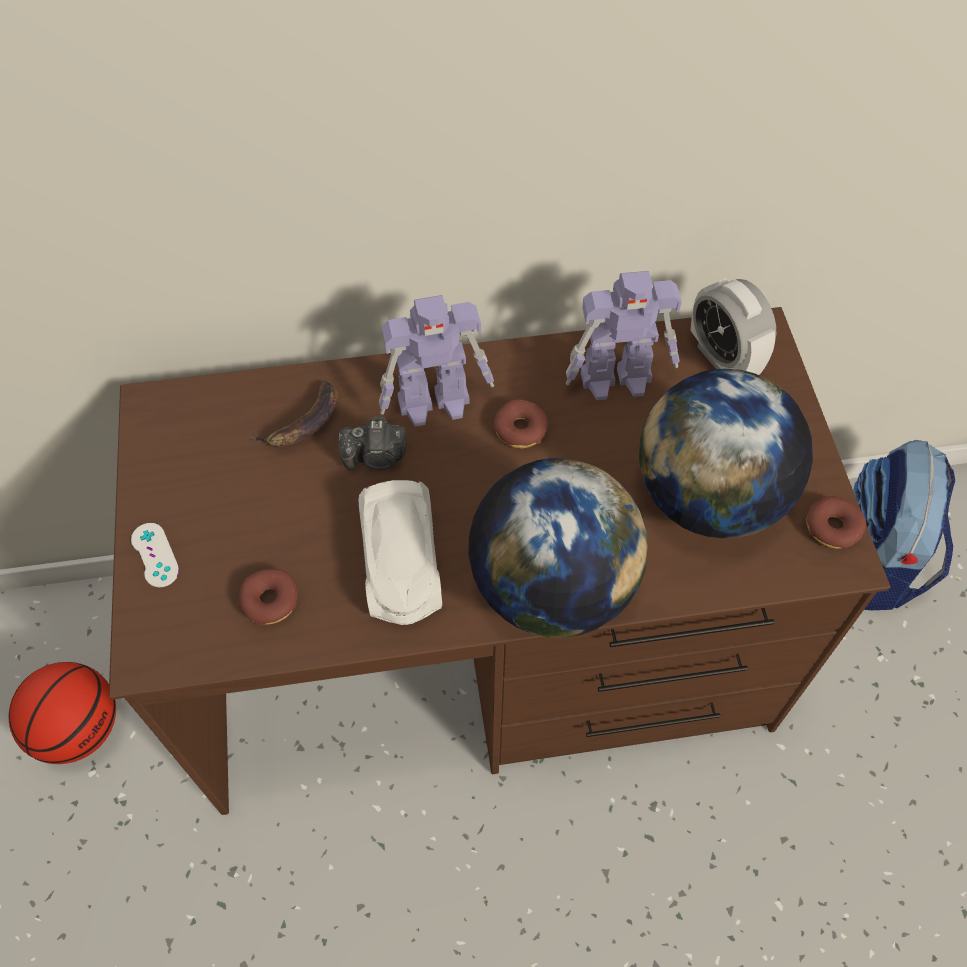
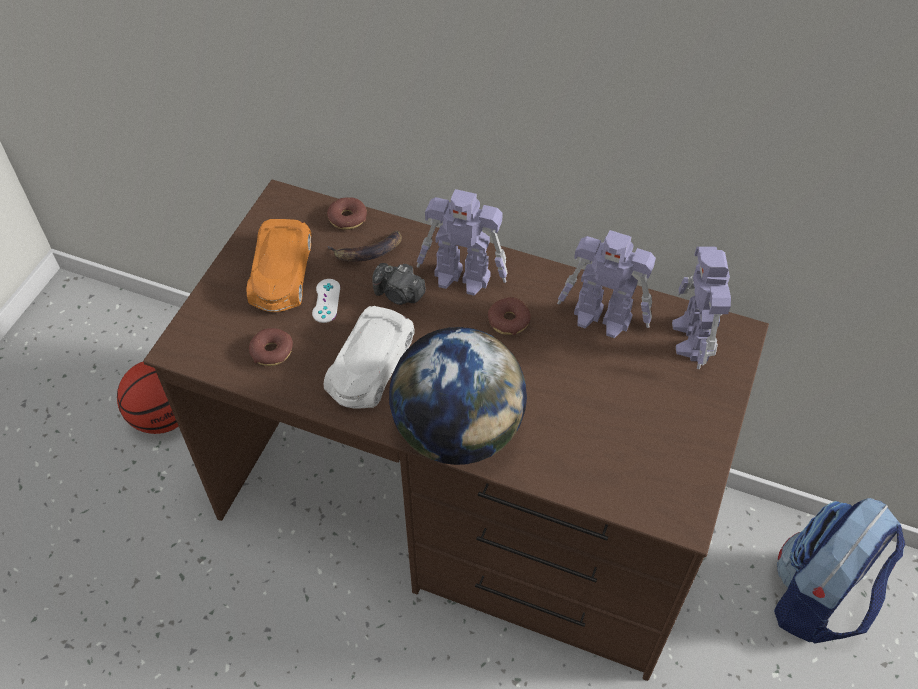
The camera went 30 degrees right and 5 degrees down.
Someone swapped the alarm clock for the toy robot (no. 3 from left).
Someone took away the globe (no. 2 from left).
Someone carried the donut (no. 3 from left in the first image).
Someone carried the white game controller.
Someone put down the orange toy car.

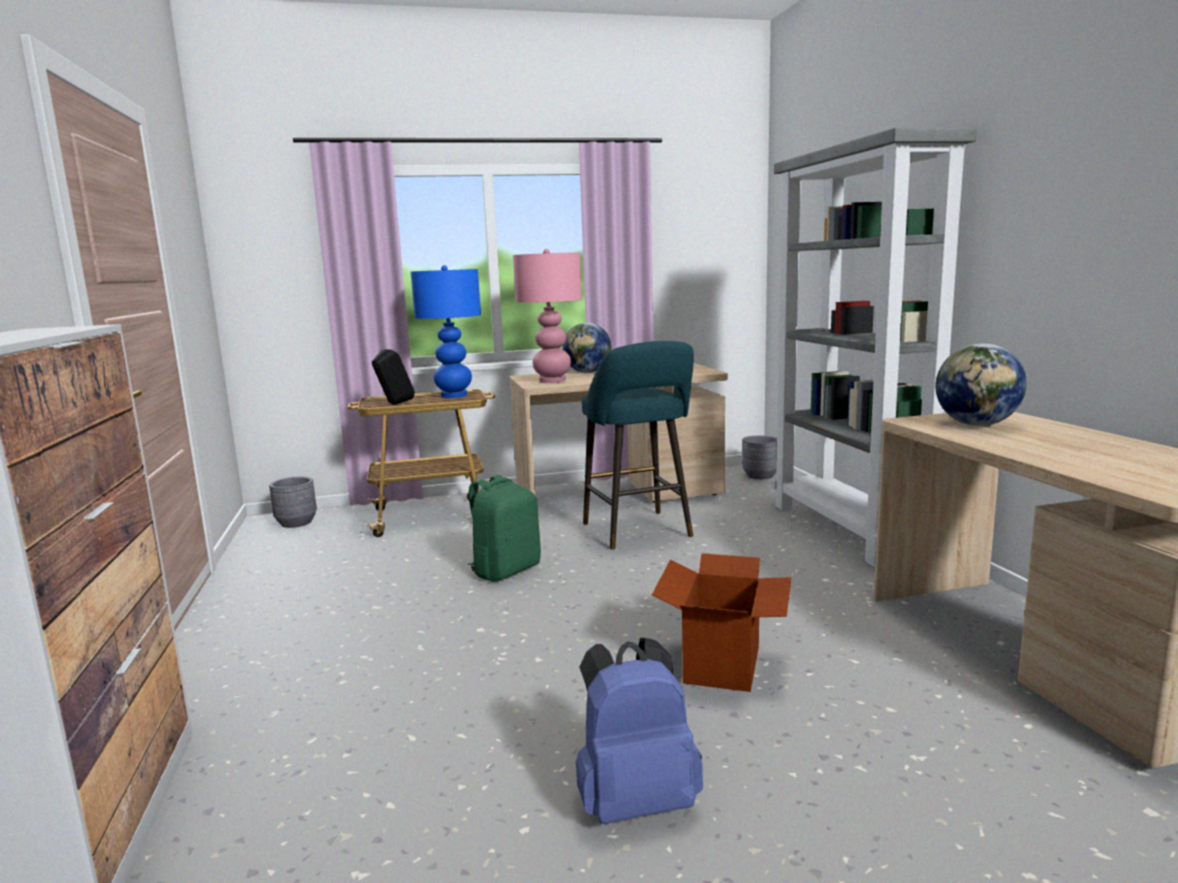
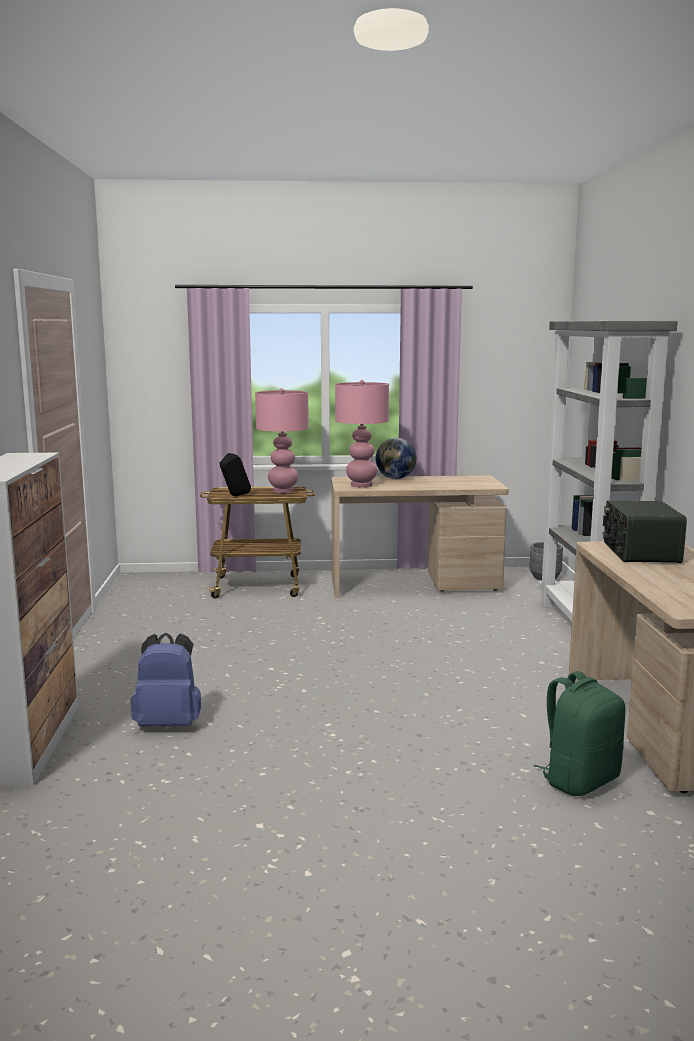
The camera went 10 degrees right and 0 degrees up.
Someone repainted the blue table lamp, which became the pink table lamp (no. 1 from left).
Someone took away the turquoise stool.
Someone swapped the globe (no. 2 from left) for the radio.
Someone carried the green backpack.
Someone took away the grey planter (no. 1 from left).
Someone took away the cardboard box.
Someone carried the blue backpack.

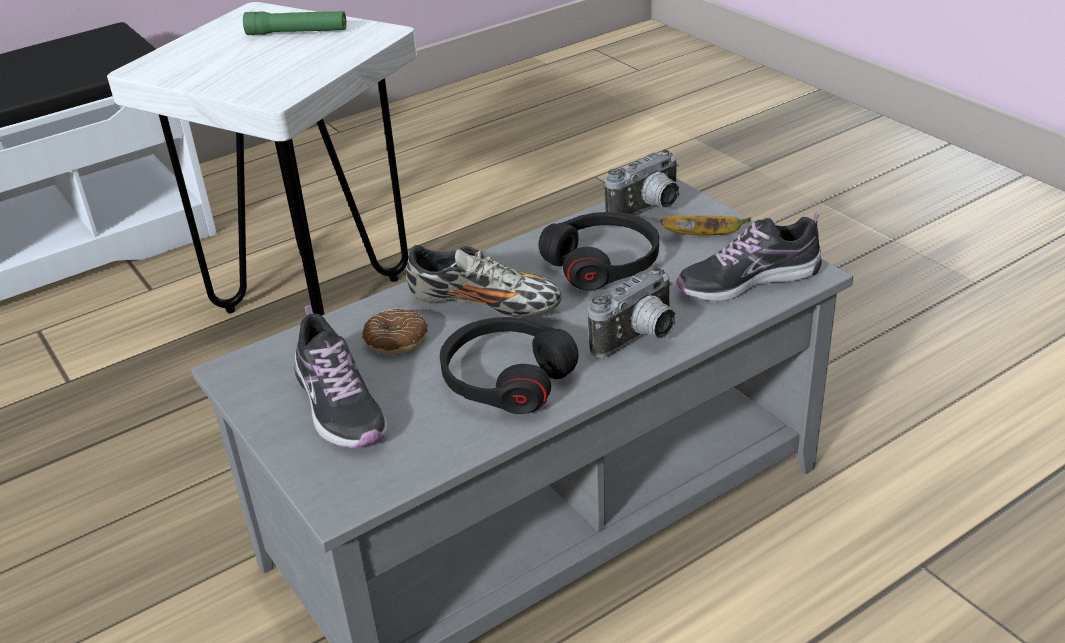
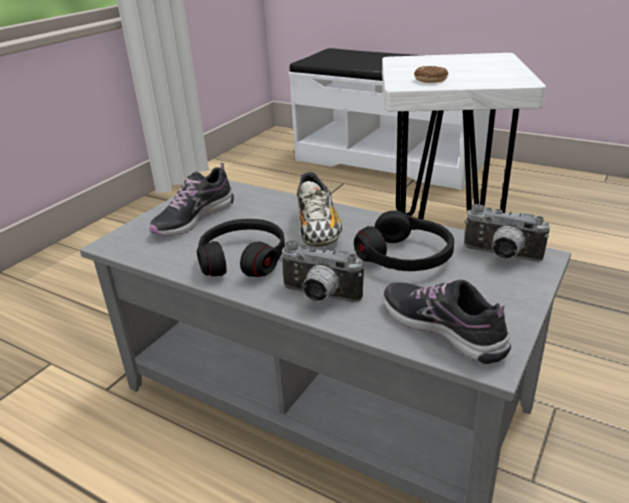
The camera went 65 degrees right and 5 degrees down.
Someone took away the green flashlight.
Someone took away the banana.
Someone carried the donut.

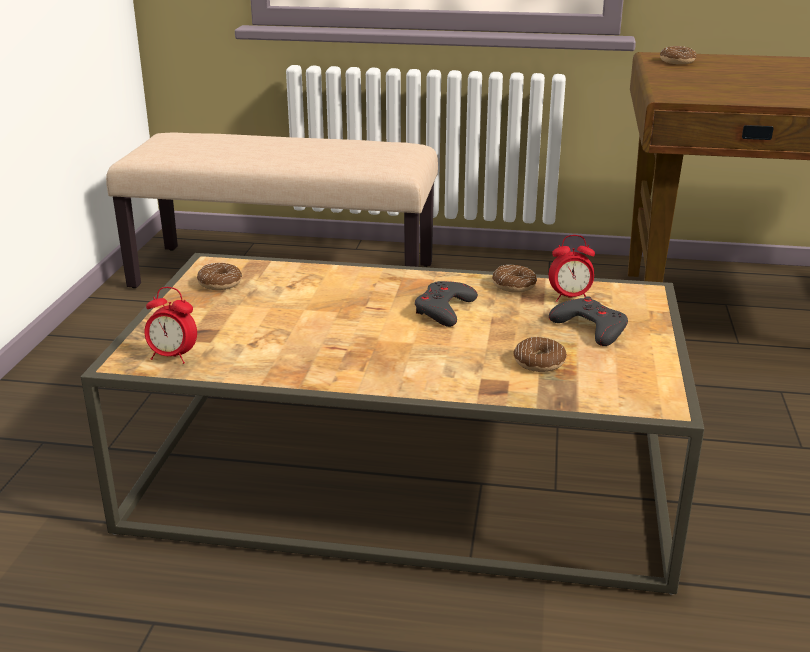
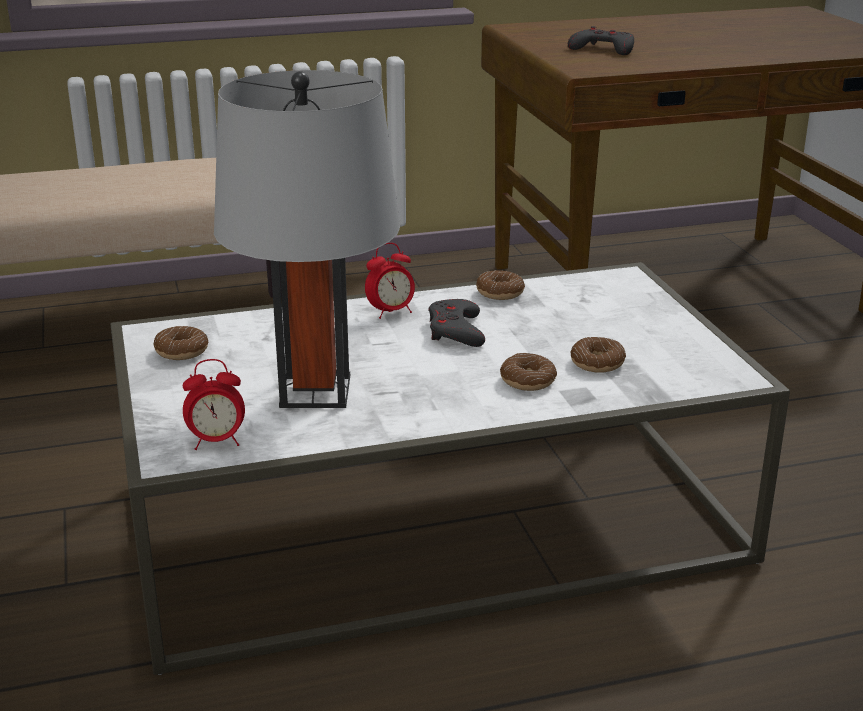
The camera went 25 degrees left and 0 degrees up.
Someone carried the donut (no. 4 from left in the first image).
Someone carried the alarm clock (no. 2 from left).
Someone repainted the brown coffee table, which became the white coffee table.
Someone carried the grey game controller (no. 2 from left).
Someone put down the grey table lamp.

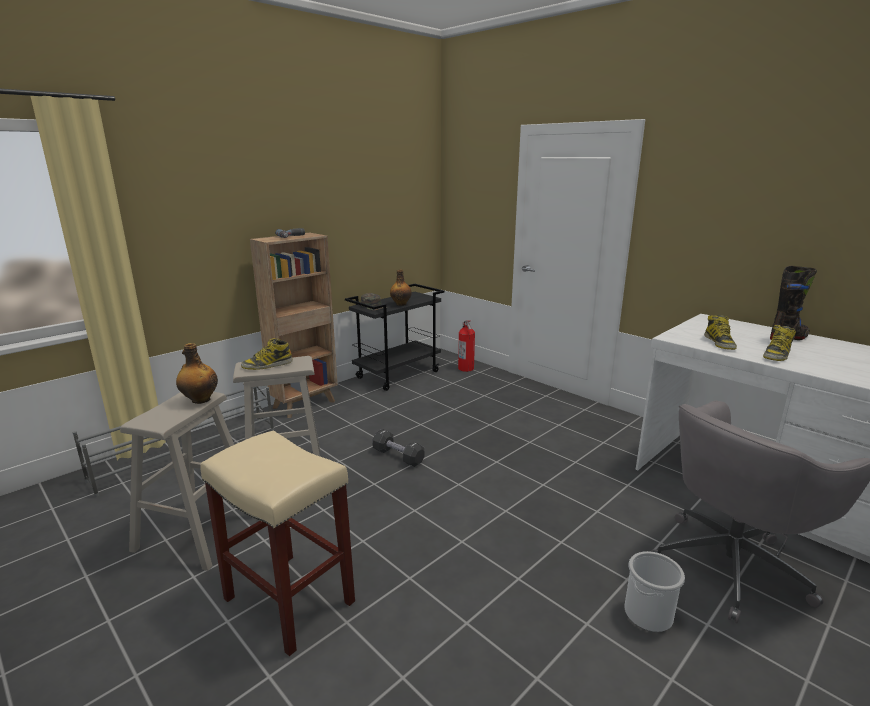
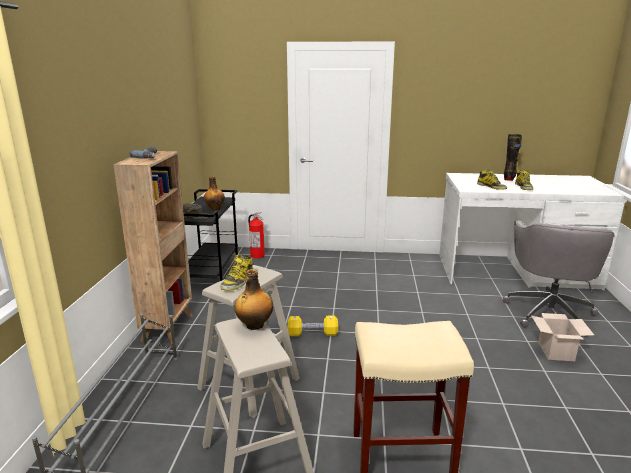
The camera went 40 degrees left and 0 degrees up.
Someone repainted the black dumbbell, which became the yellow dumbbell.
Someone swapped the bucket for the cardboard box.

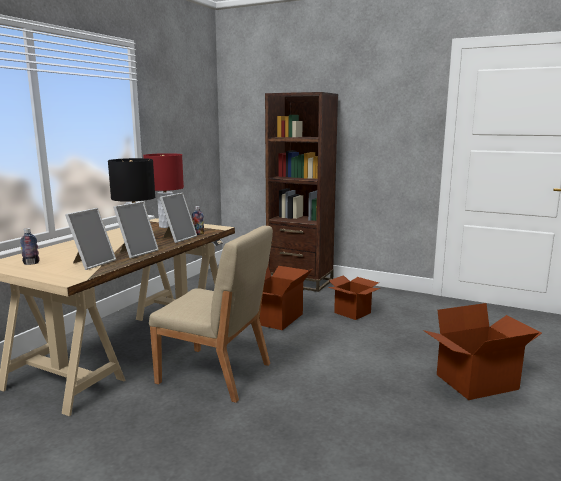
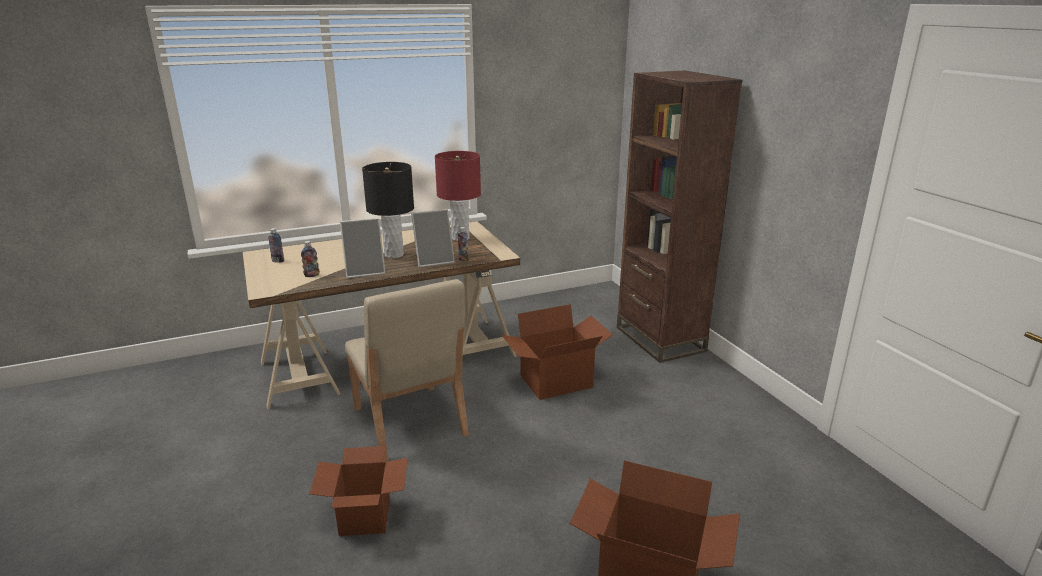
The camera went 40 degrees right and 10 degrees up.
Someone swapped the picture frame (no. 1 from left) for the bottle (no. 2 from left).
Someone carried the cardboard box (no. 2 from left in the first image).

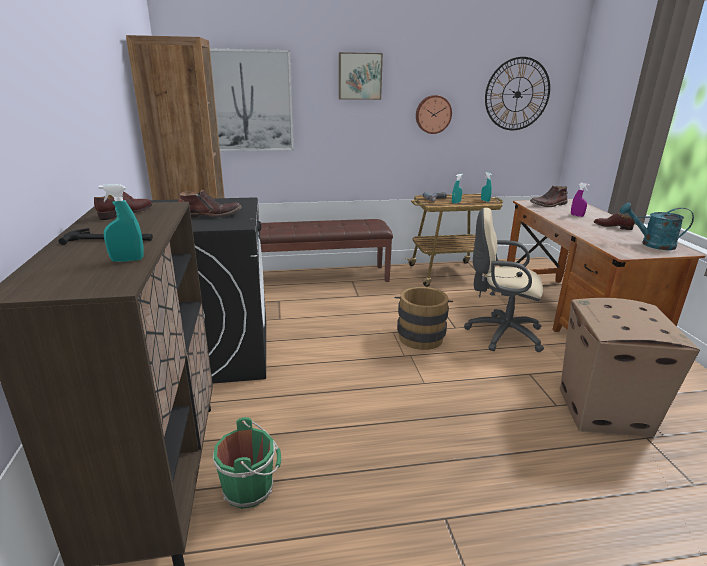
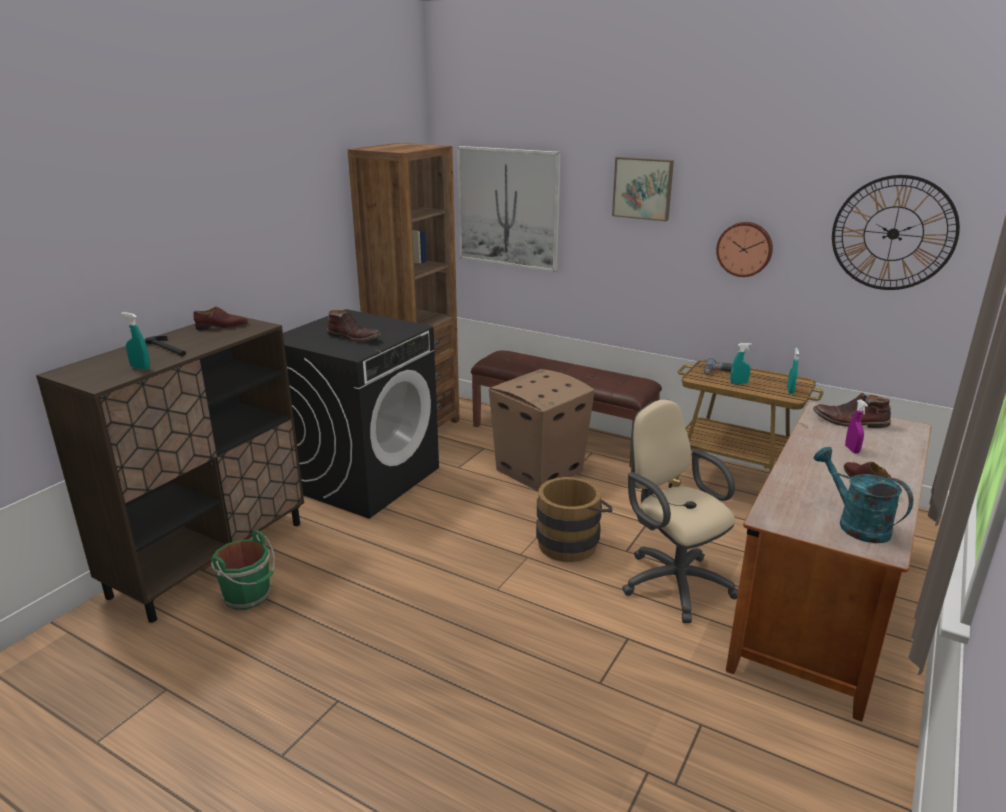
The camera went 40 degrees right and 0 degrees up.
Someone carried the cardboard box.

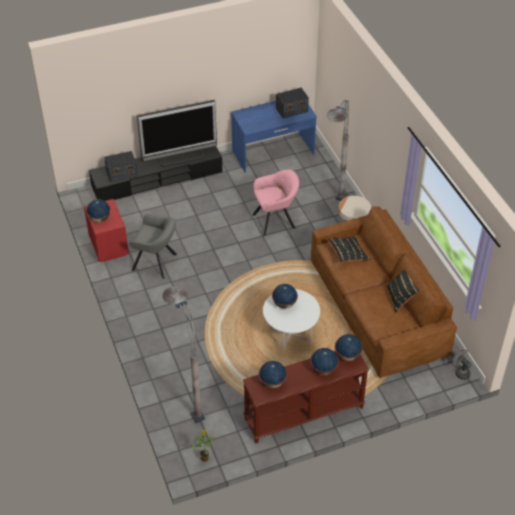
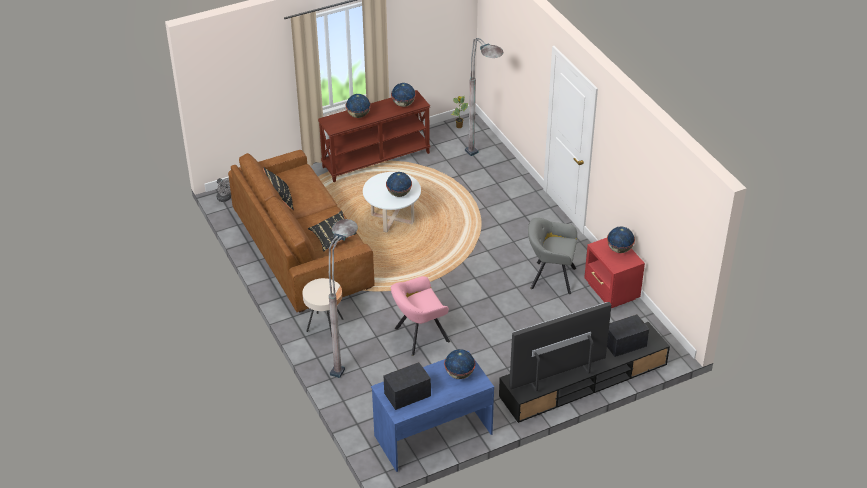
The camera went 175 degrees right and 5 degrees down.
Someone carried the globe (no. 5 from left in the first image).

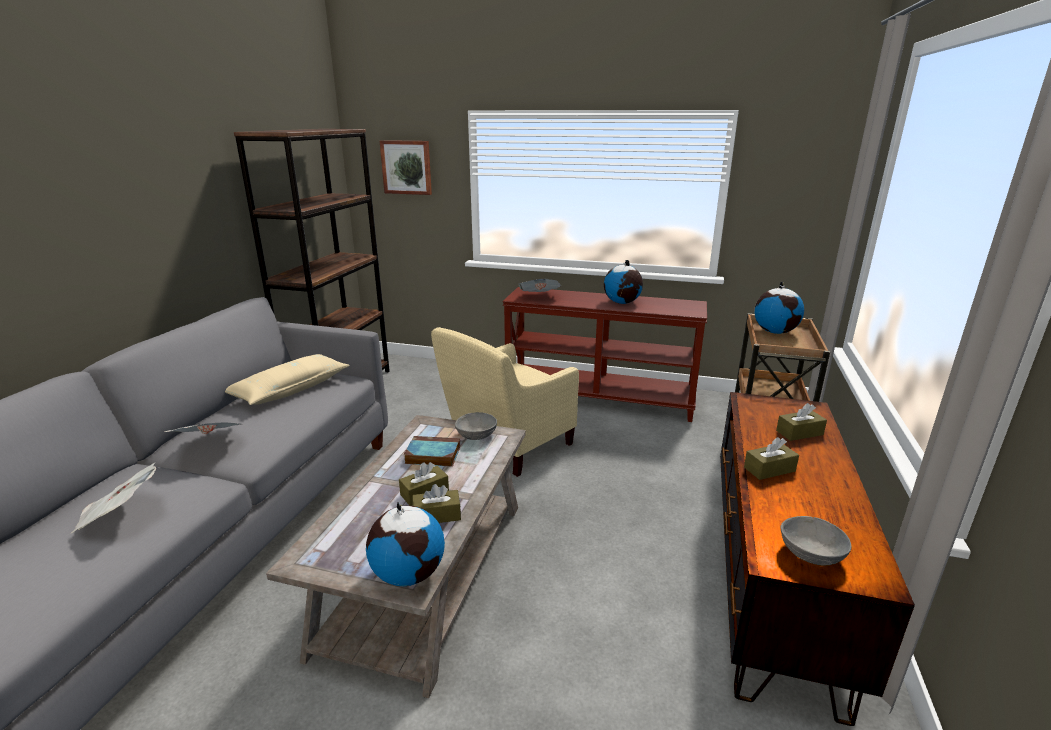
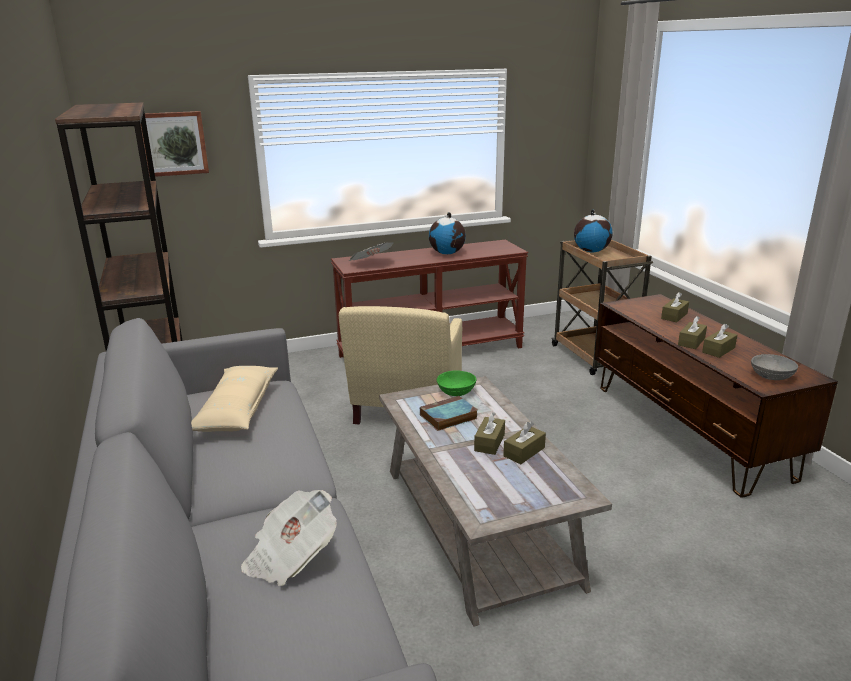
The camera went 35 degrees left and 0 degrees up.
Someone repainted the grey bowl (no. 1 from left), which became the green bowl.
Someone took away the newspaper (no. 2 from left).
Someone took away the globe (no. 1 from left).
Someone put down the brown tissue box (no. 5 from left).

